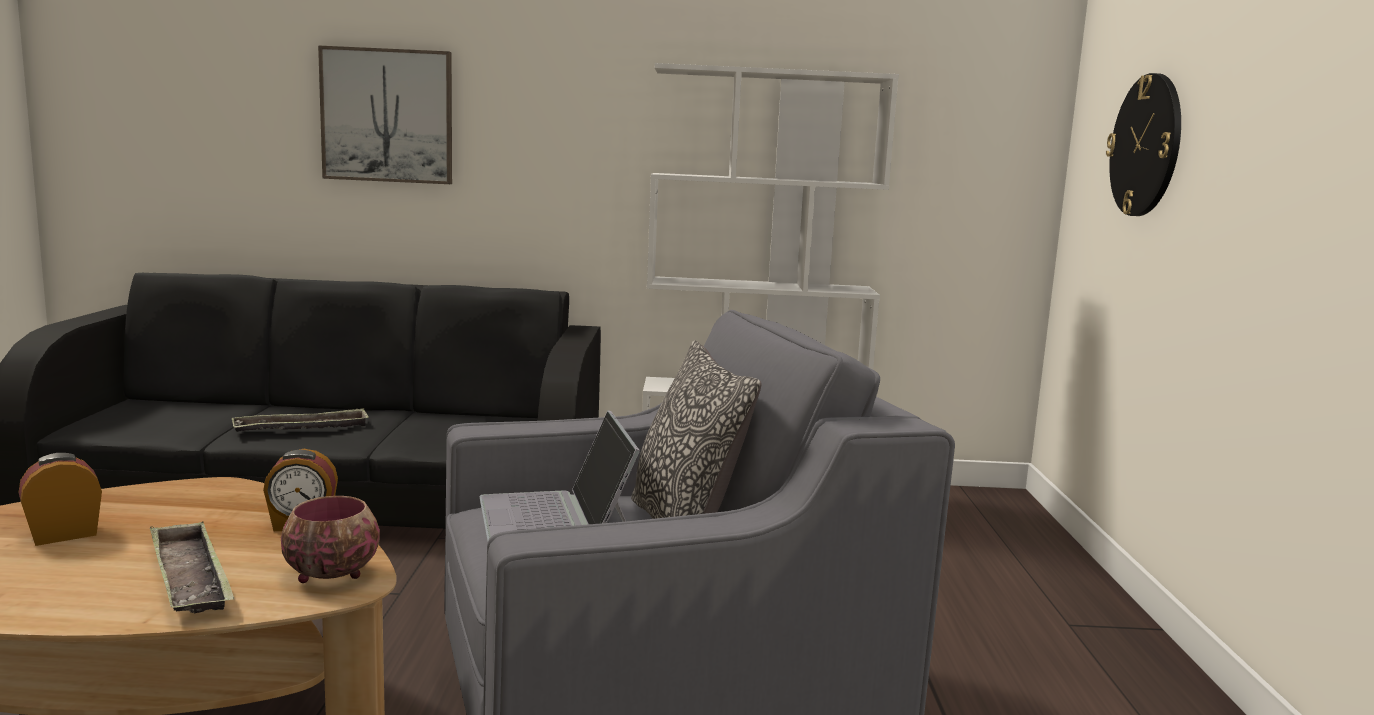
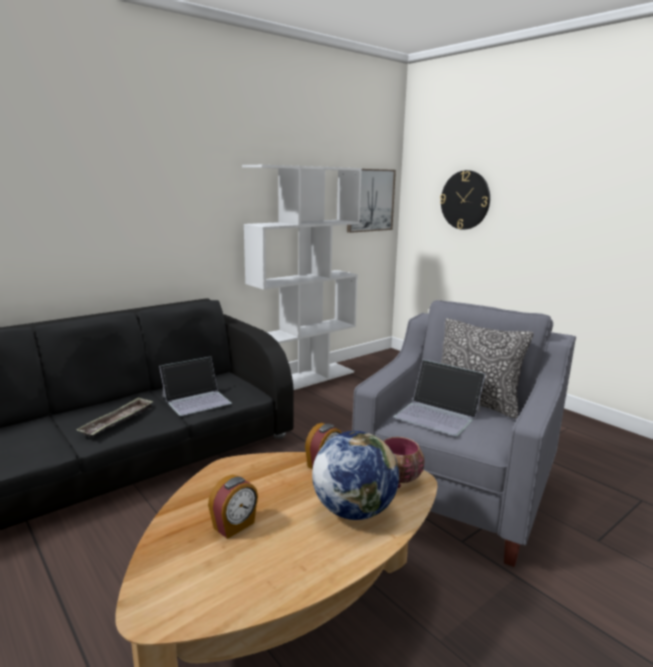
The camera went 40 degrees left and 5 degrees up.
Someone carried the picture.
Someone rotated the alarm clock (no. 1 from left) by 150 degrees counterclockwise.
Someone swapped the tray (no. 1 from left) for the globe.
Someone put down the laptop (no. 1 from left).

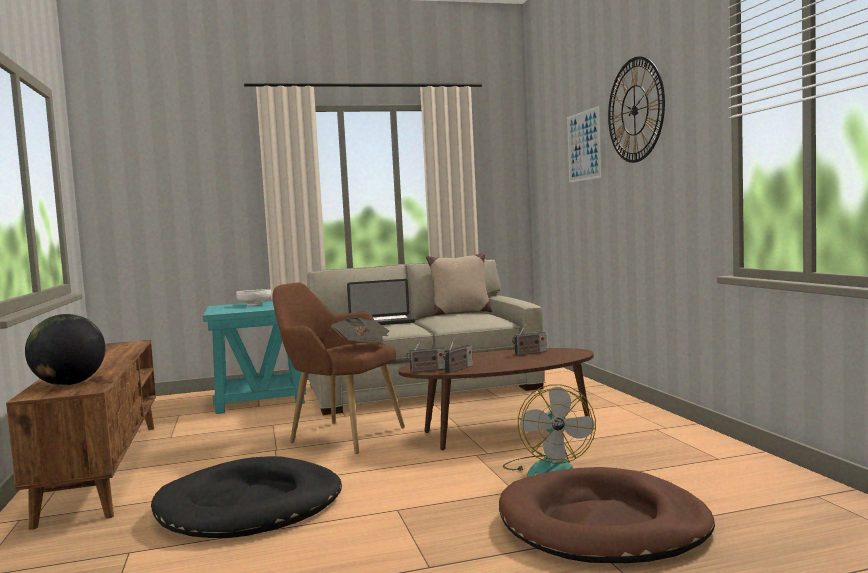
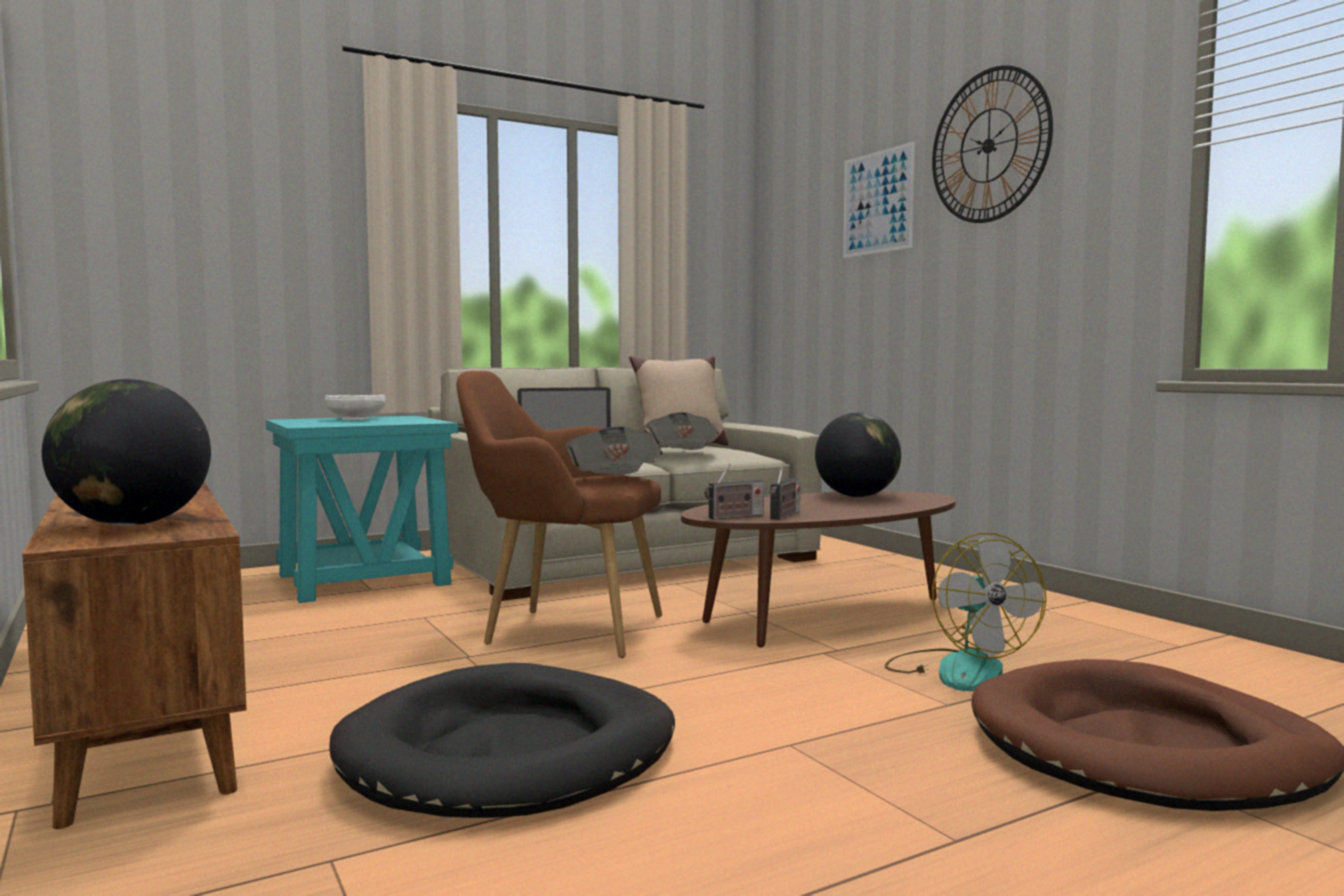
The camera went 15 degrees left and 0 degrees up.
Someone swapped the radio (no. 3 from left) for the globe (no. 2 from left).
Someone put down the newspaper (no. 2 from left).

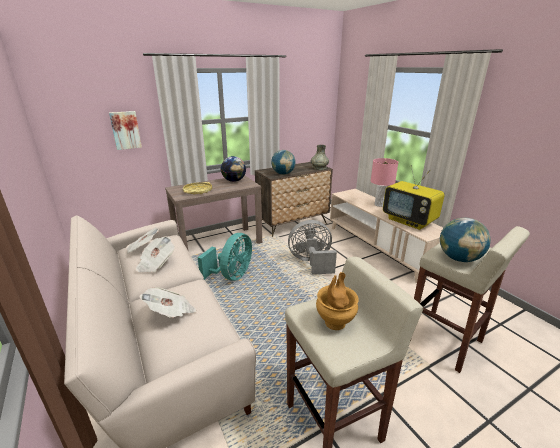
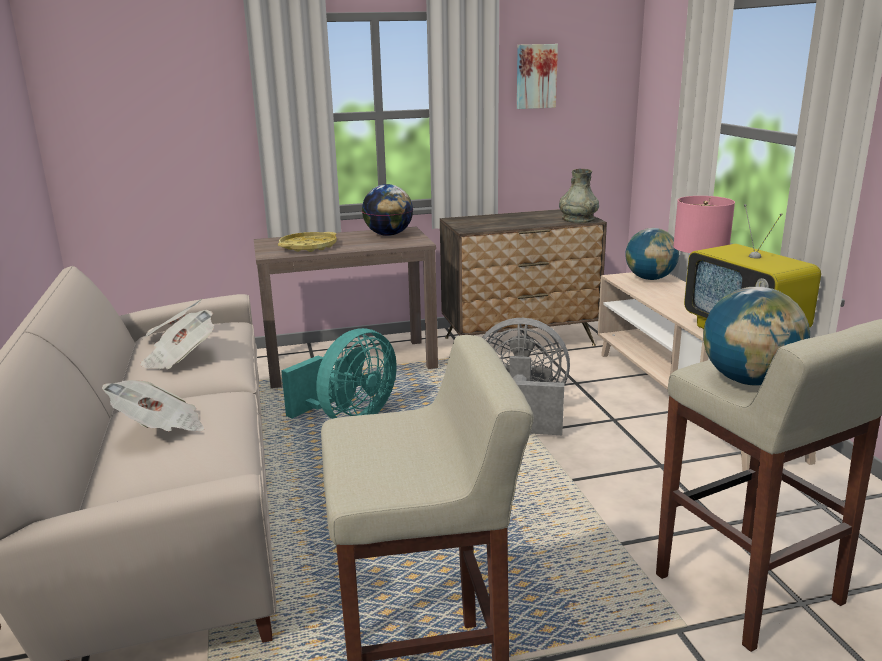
The camera went 15 degrees right and 5 degrees down.
Someone carried the picture.
Someone carried the globe (no. 2 from left).
Someone took away the brown vase.

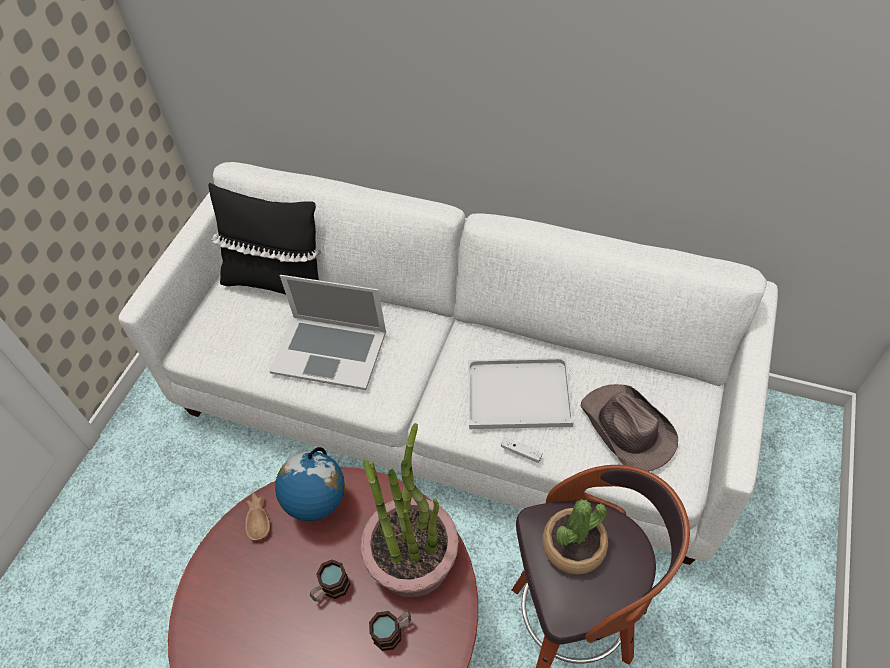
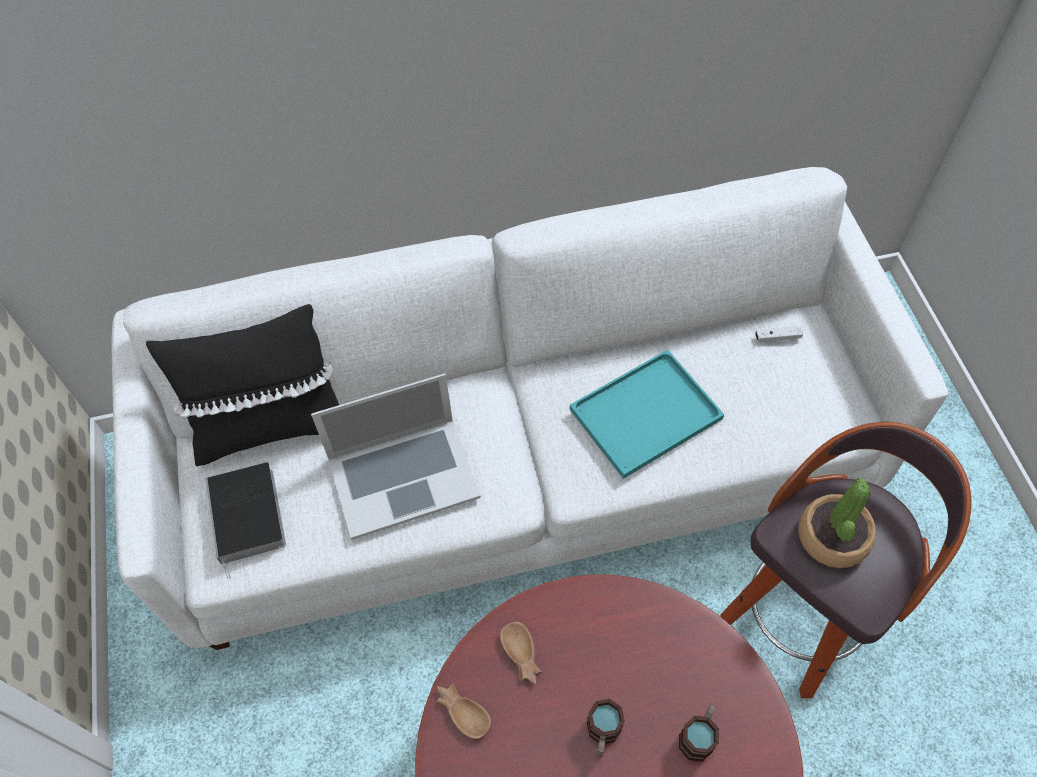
The camera went 35 degrees left and 5 degrees up.
Someone repainted the white tray, which became the turquoise tray.
Someone took away the brown hat.
Someone took away the potted plant (no. 1 from left).
Someone carried the white game controller.
Someone swapped the globe for the brown bowl (no. 2 from left).
Someone put down the book.

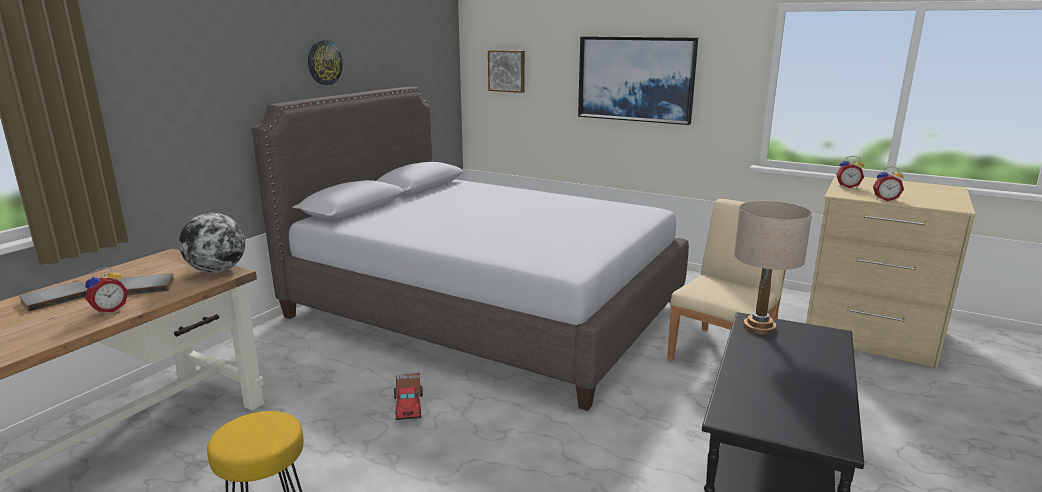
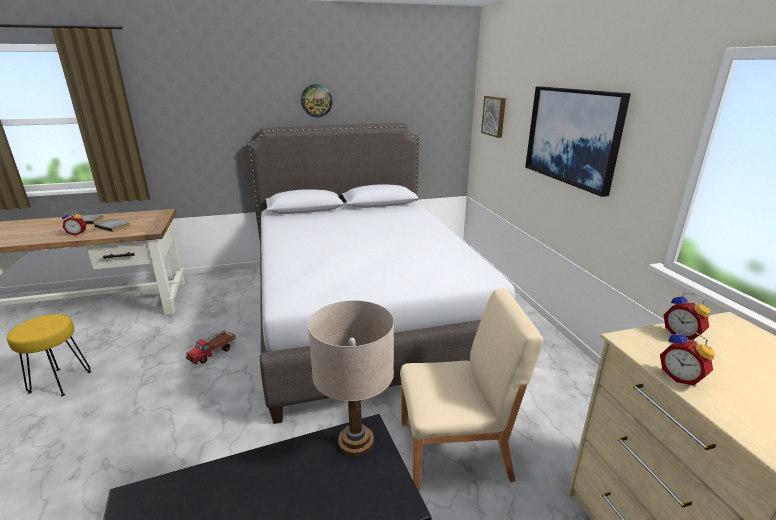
The camera went 45 degrees right and 5 degrees up.
Someone took away the globe.

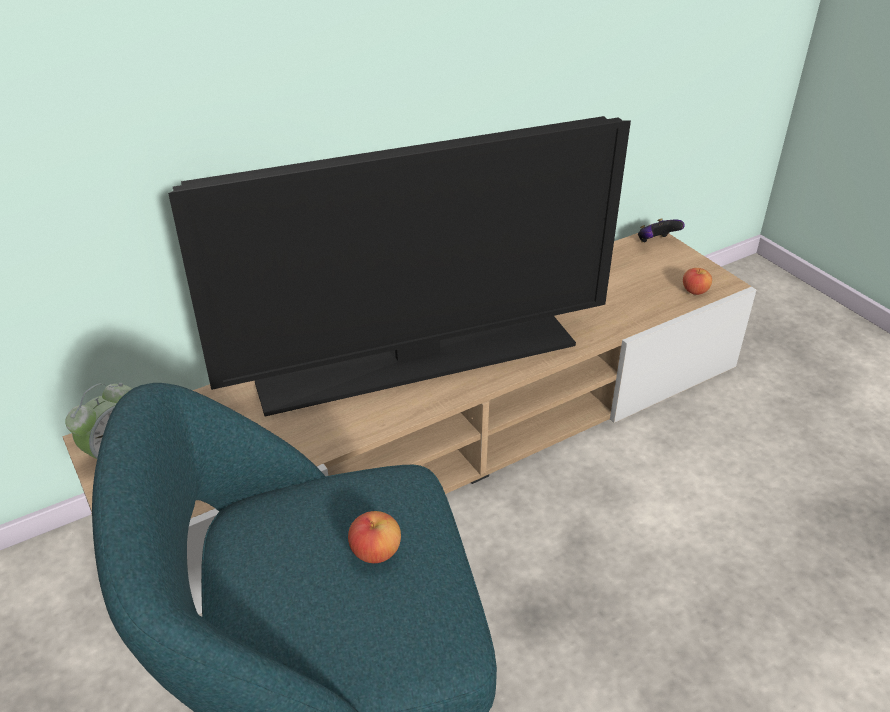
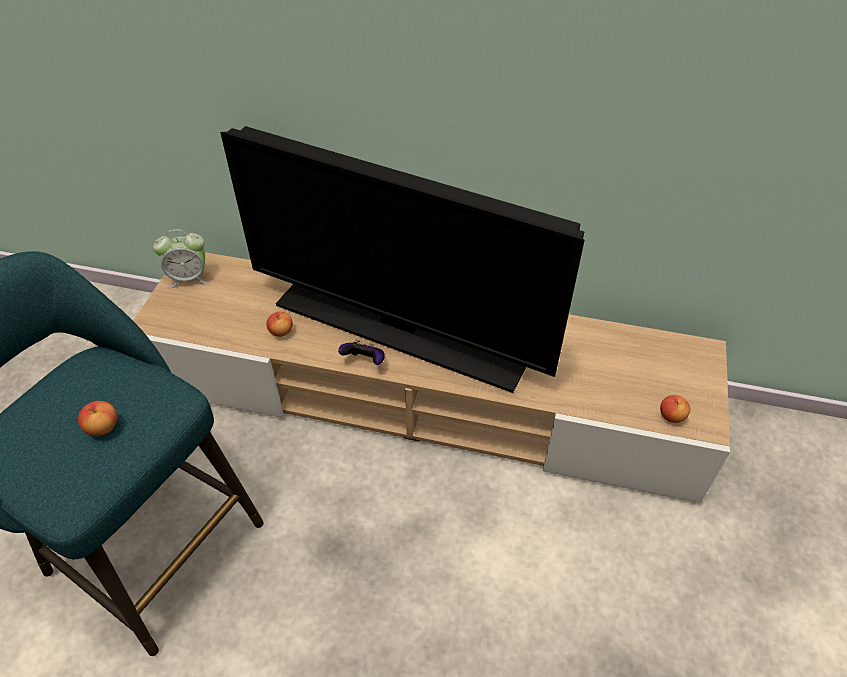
The camera went 45 degrees right and 10 degrees up.
Someone carried the game controller.
Someone put down the apple (no. 2 from left).

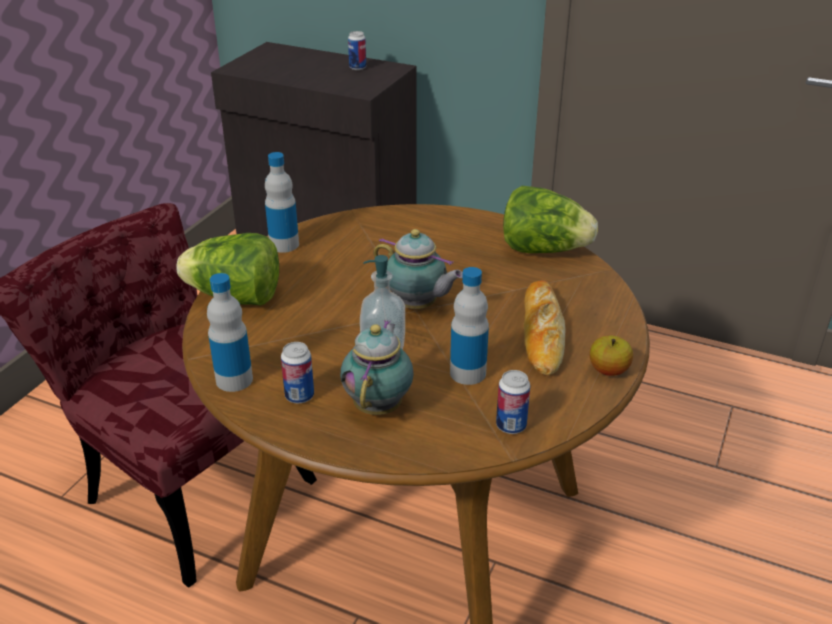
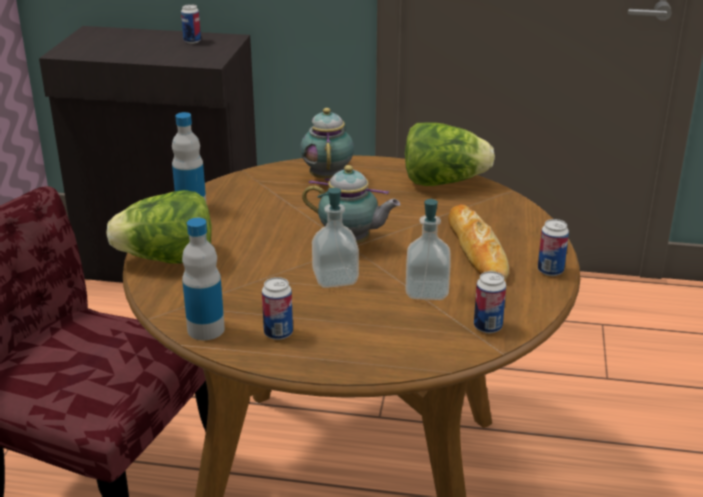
The camera went 15 degrees left and 5 degrees down.
Someone swapped the bottle (no. 3 from left) for the soap dispenser (no. 2 from left).
Someone carried the teapot (no. 1 from left).
Someone swapped the apple for the can (no. 4 from left).

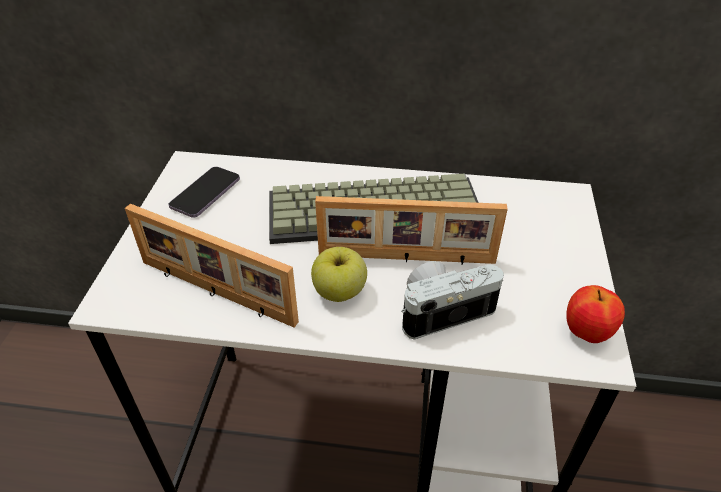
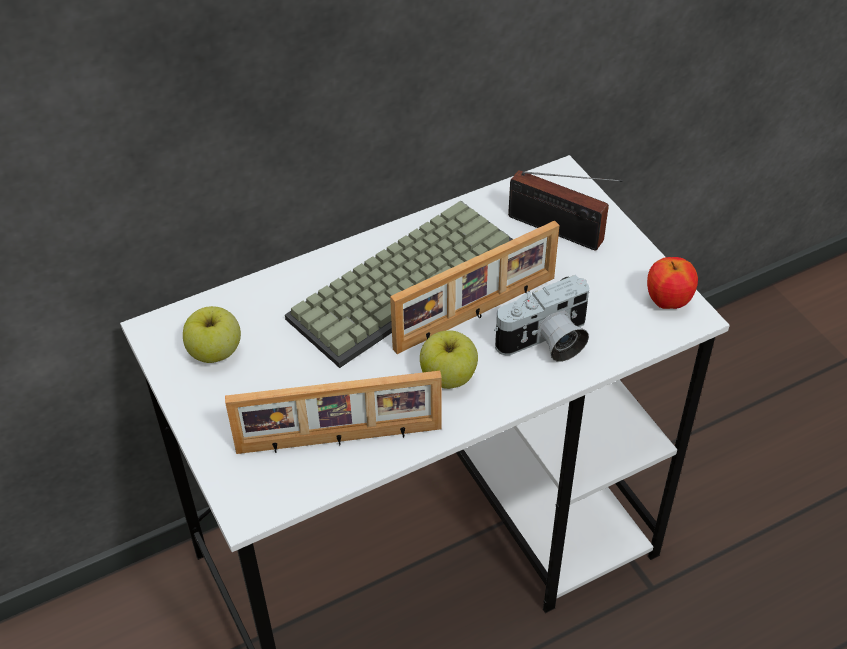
The camera went 35 degrees left and 5 degrees up.
Someone swapped the phone for the apple (no. 1 from left).
Someone rotated the photo camera by 150 degrees counterclockwise.
Someone put down the radio.

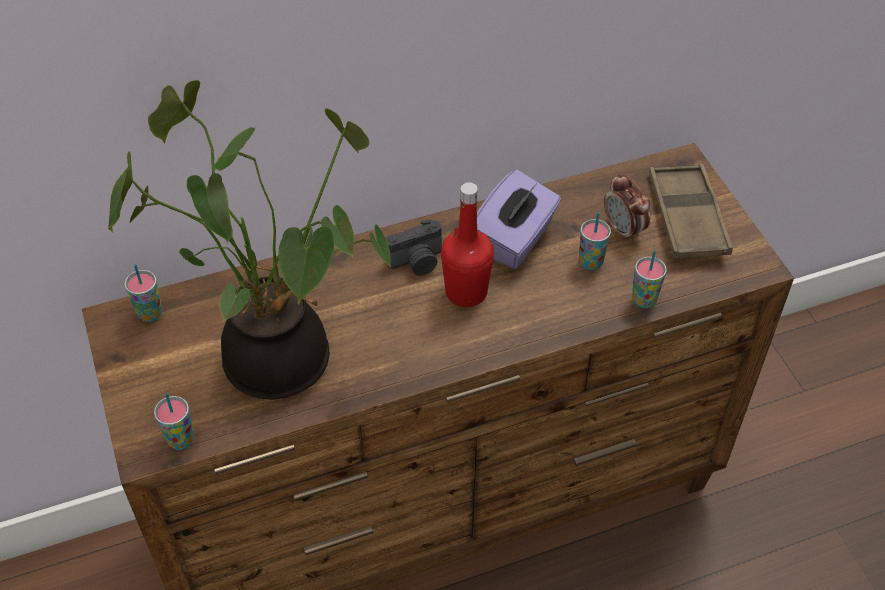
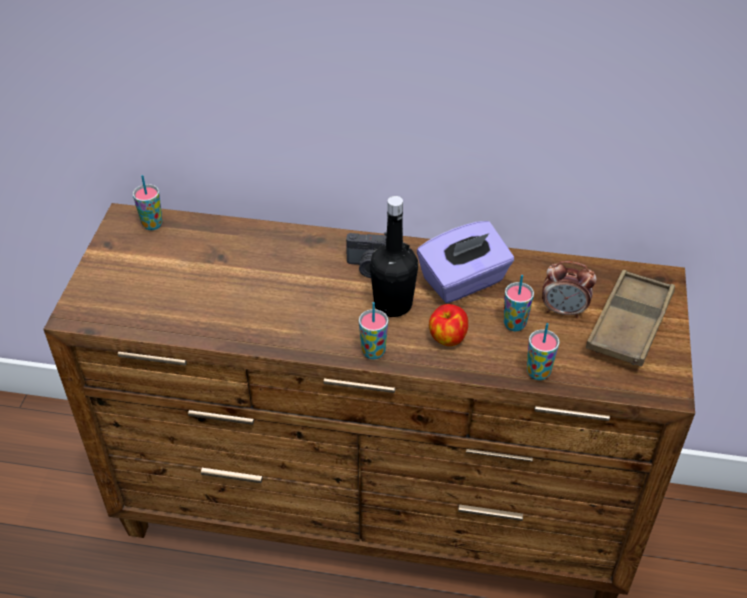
The camera went 30 degrees right and 5 degrees down.
Someone took away the potted plant.
Someone rotated the alarm clock by 75 degrees counterclockwise.
Someone repainted the red bottle, which became the black bottle.
Someone carried the cup (no. 2 from left).
Someone put down the apple.

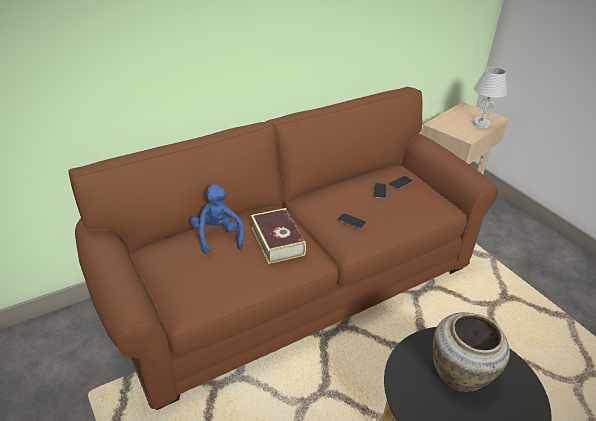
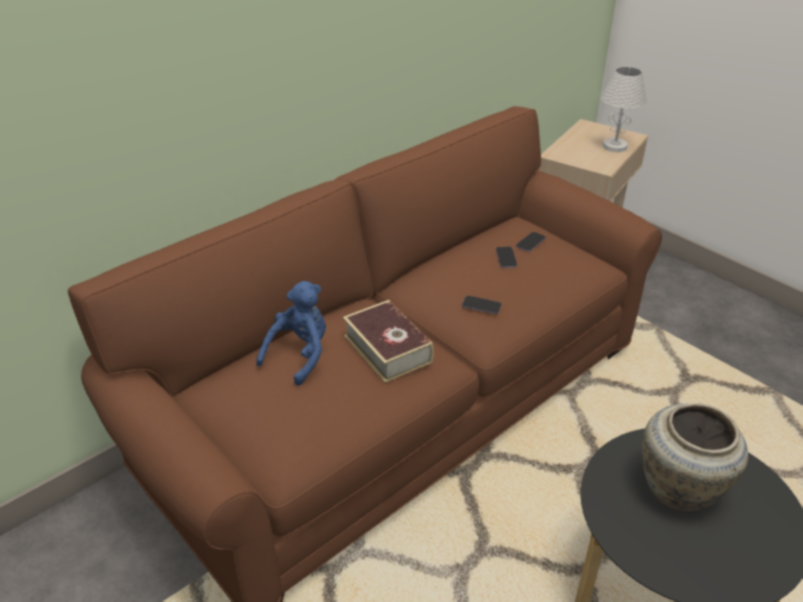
The camera went 10 degrees left and 0 degrees up.
Someone rotated the blue plush toy by 60 degrees clockwise.

